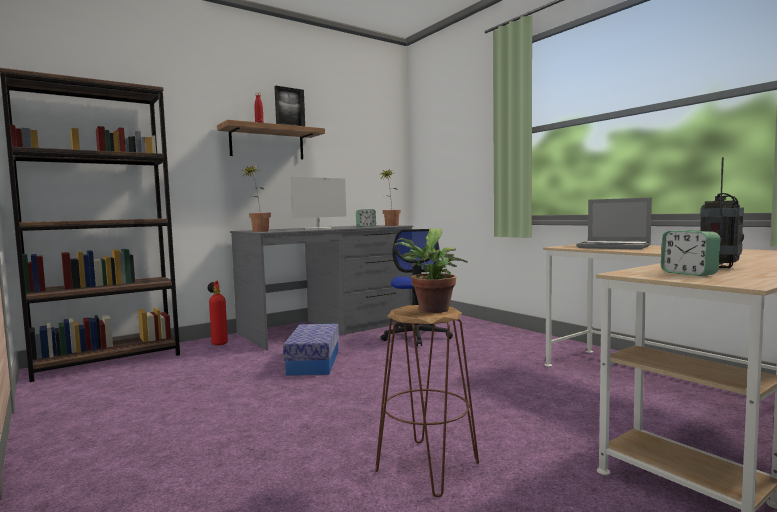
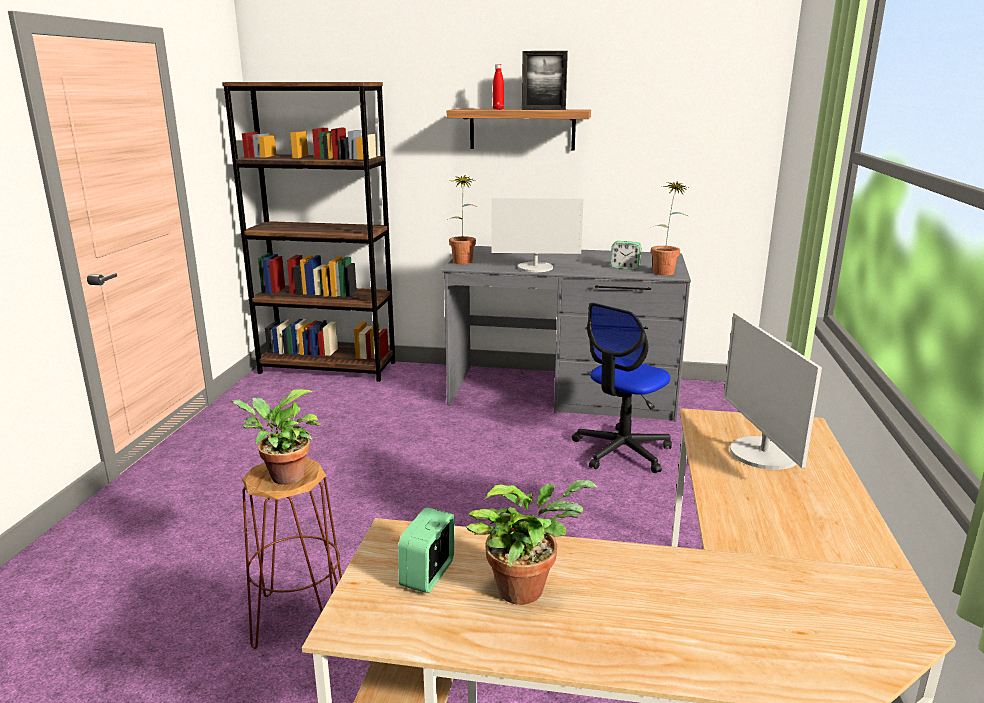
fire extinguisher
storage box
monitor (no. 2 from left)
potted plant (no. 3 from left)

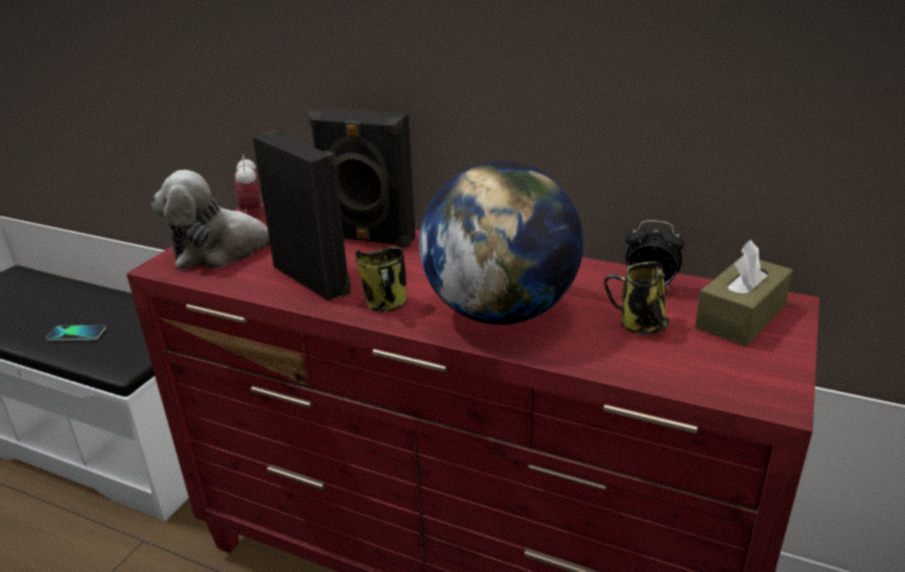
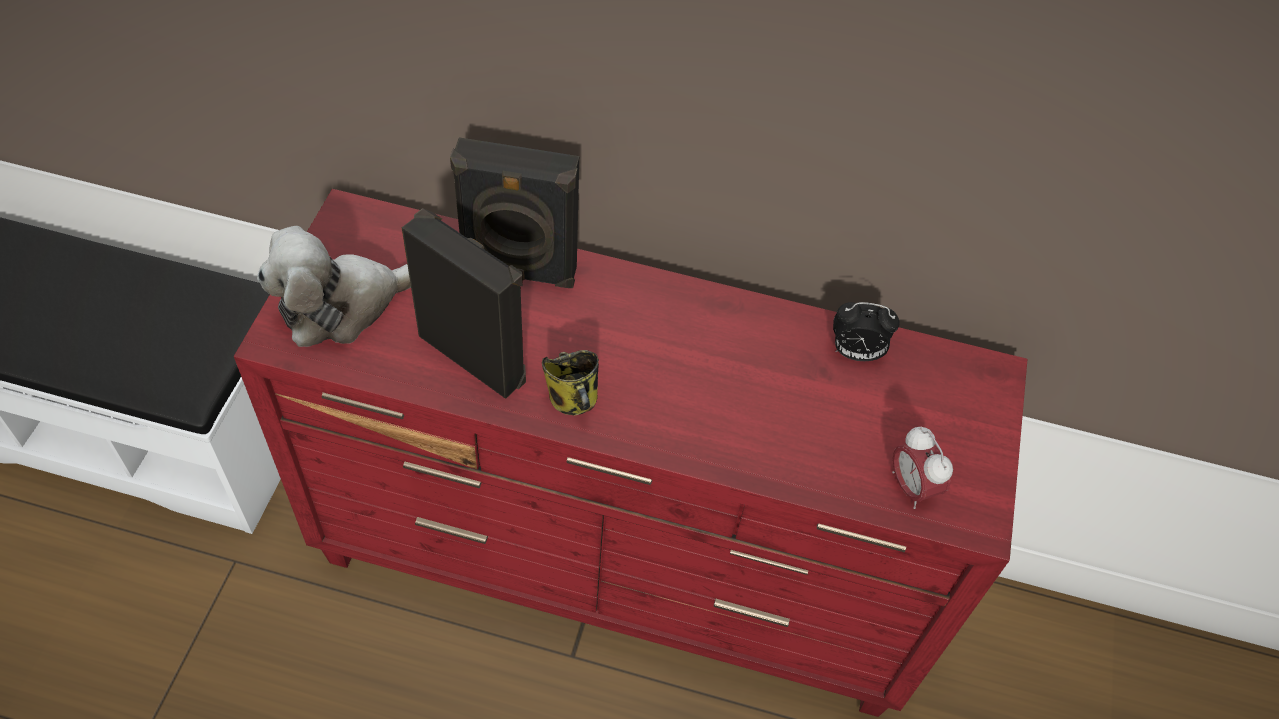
phone
globe
mug (no. 2 from left in the first image)
tissue box (brown)
alarm clock (no. 2 from left)

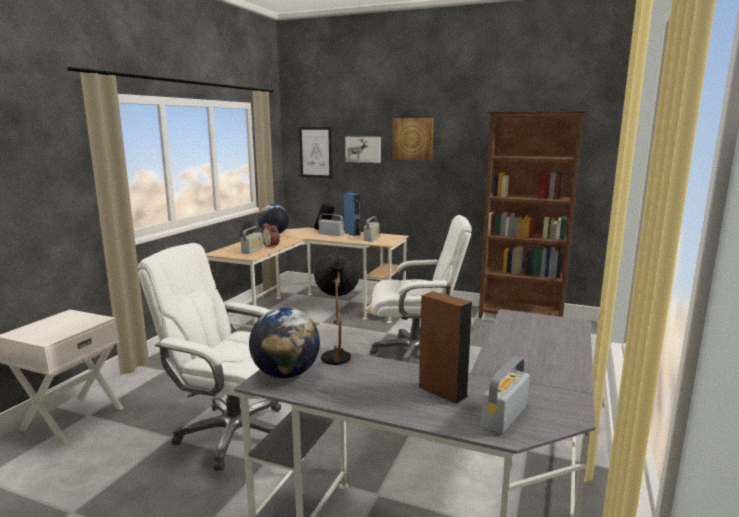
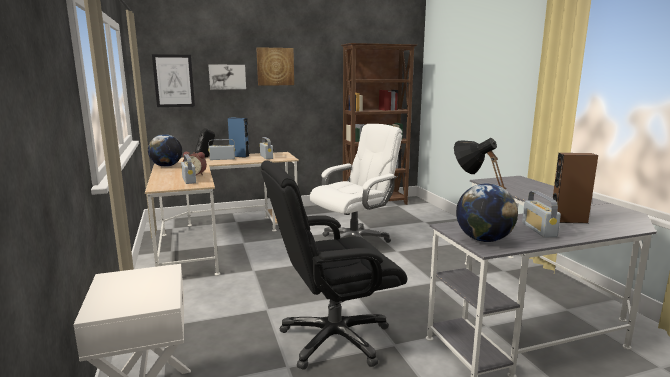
radio (no. 4 from left)
office chair (black)

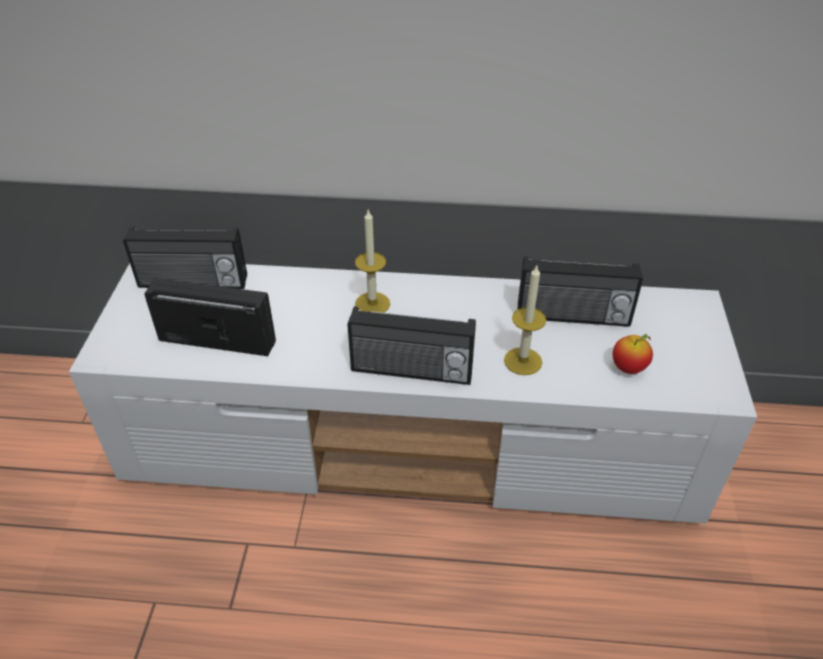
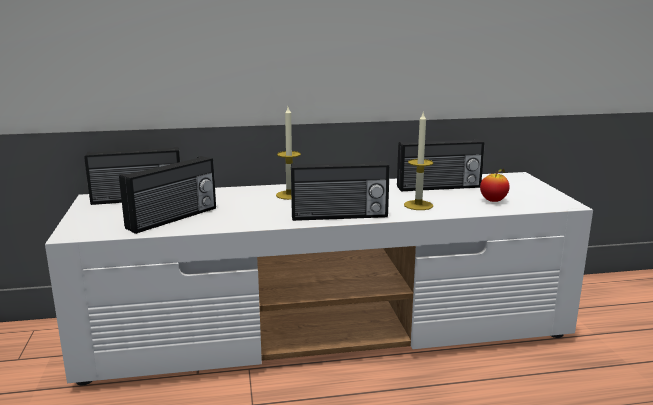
radio (no. 2 from left)

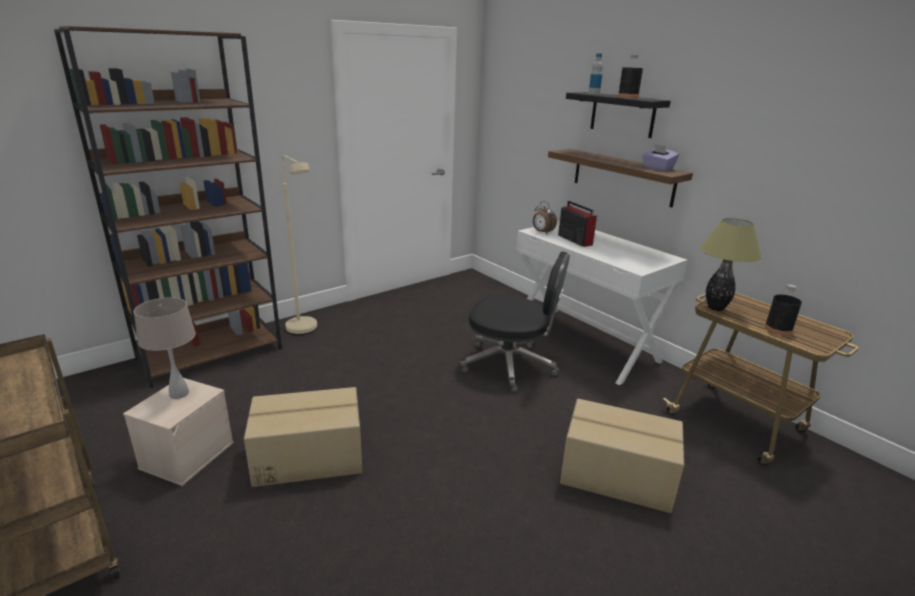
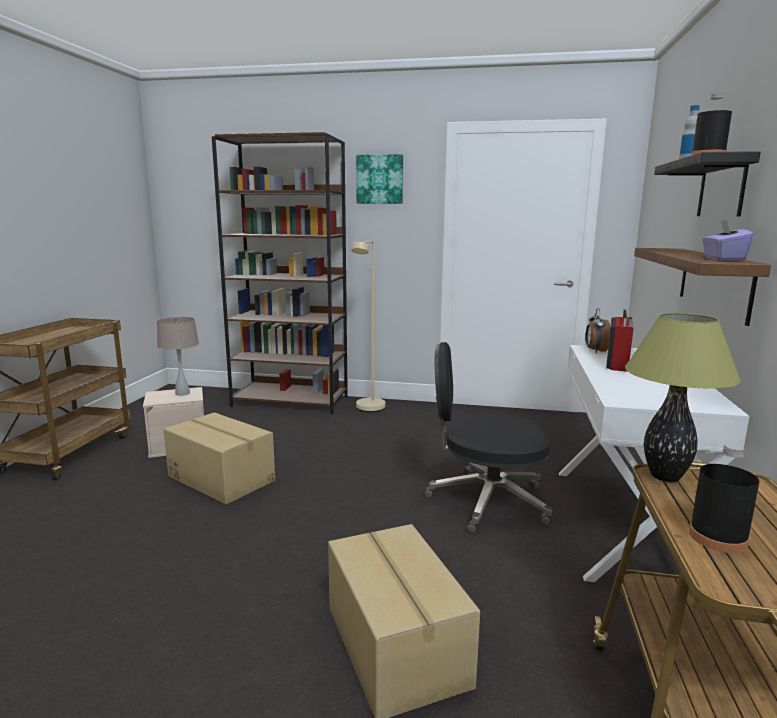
picture
office chair (black)

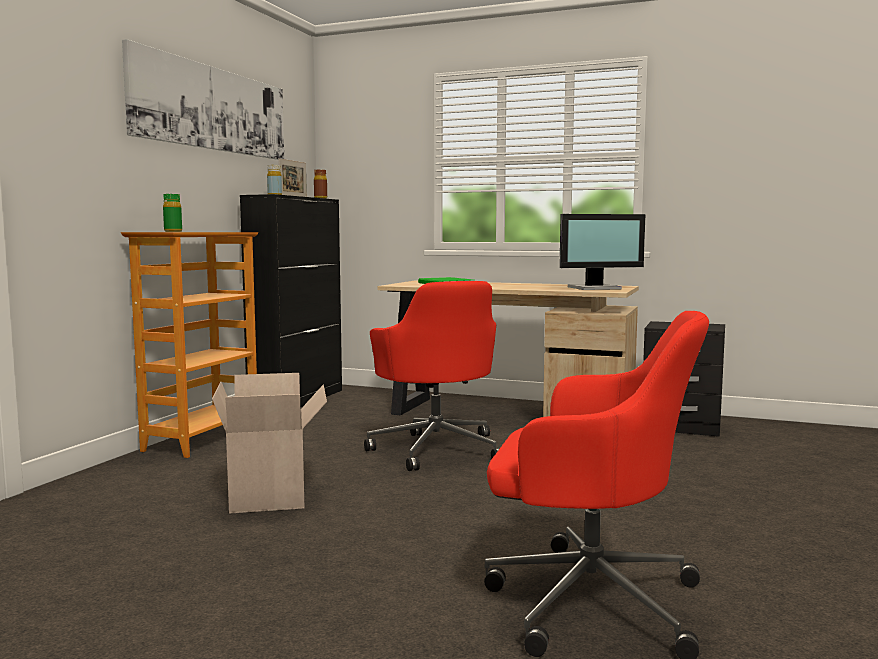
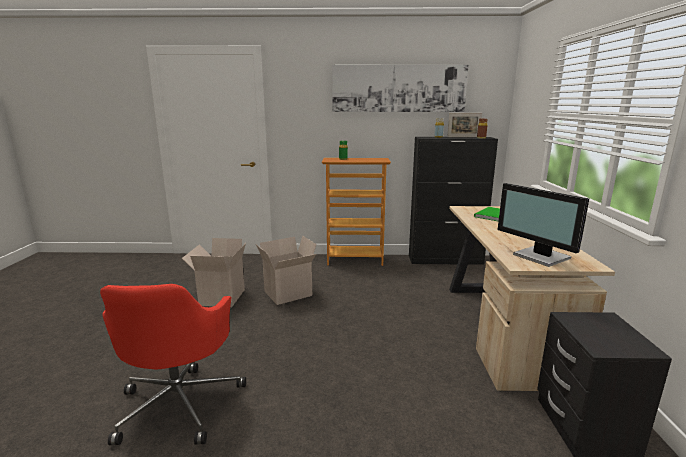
office chair (red) (no. 1 from left in the first image)
cardboard box (no. 1 from left)

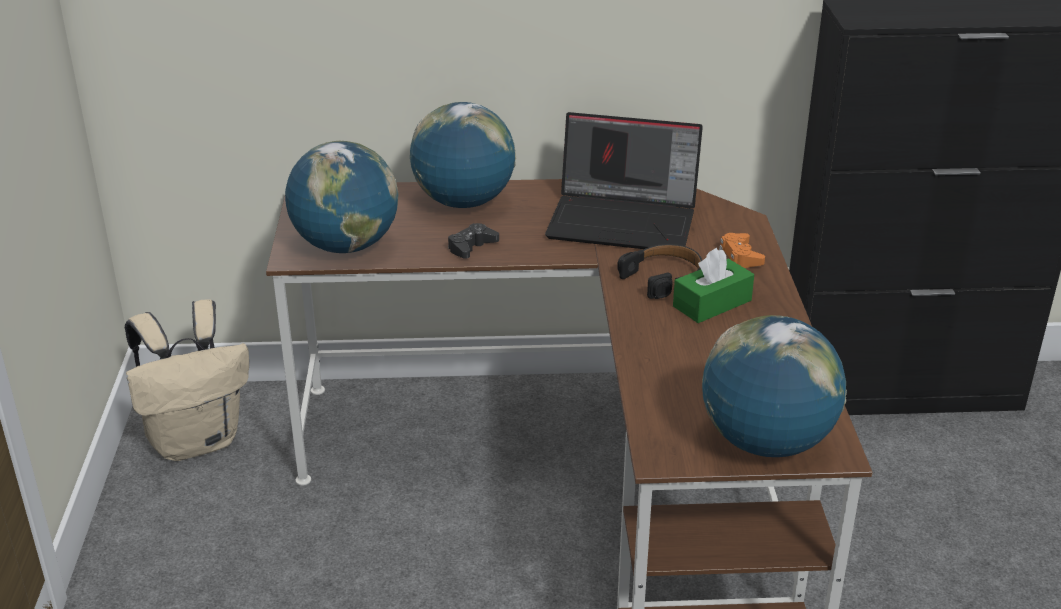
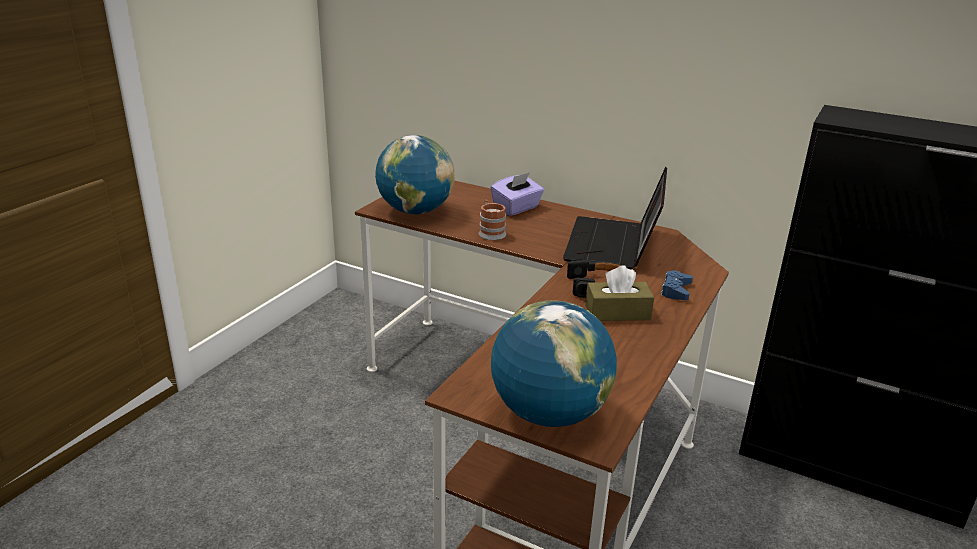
backpack (beige)
tissue box (purple)
mug
tissue box (brown)
game controller (blue)
laptop

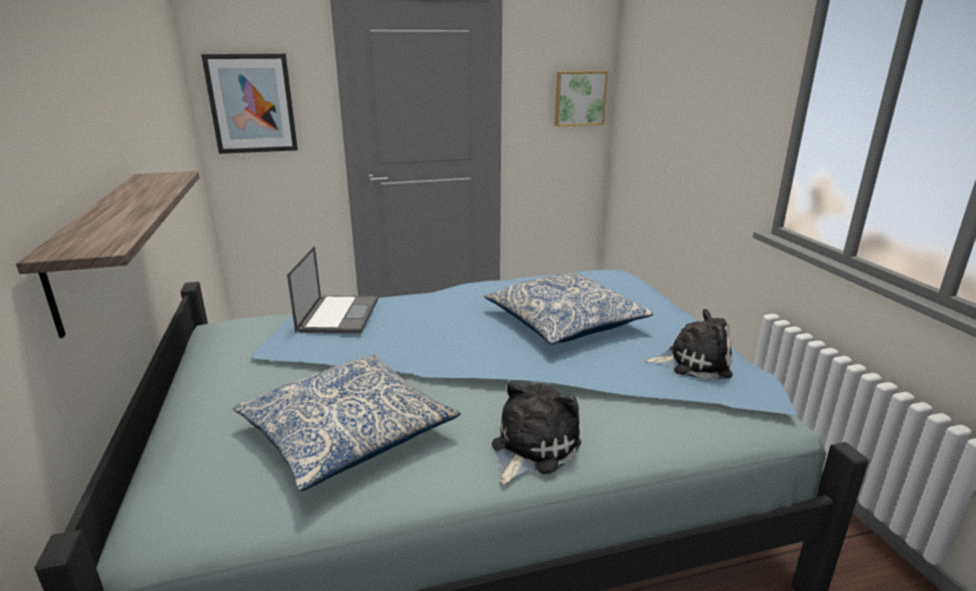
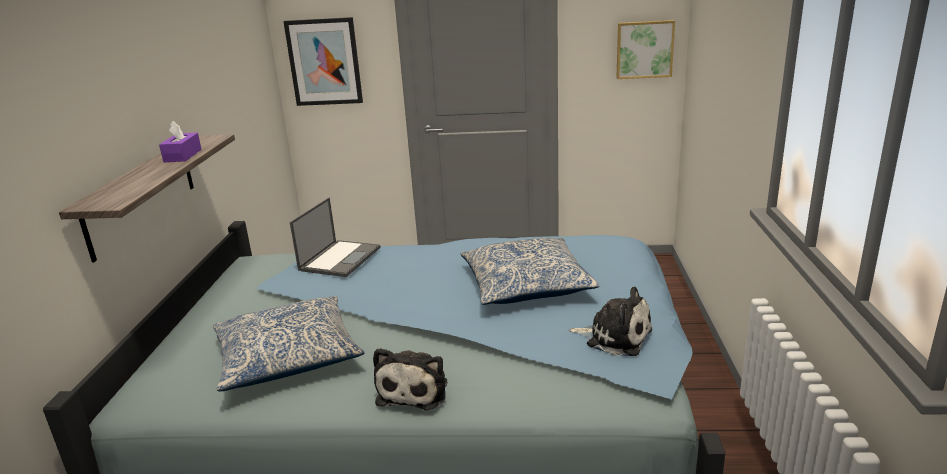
tissue box (purple)
plush toy (no. 1 from left)

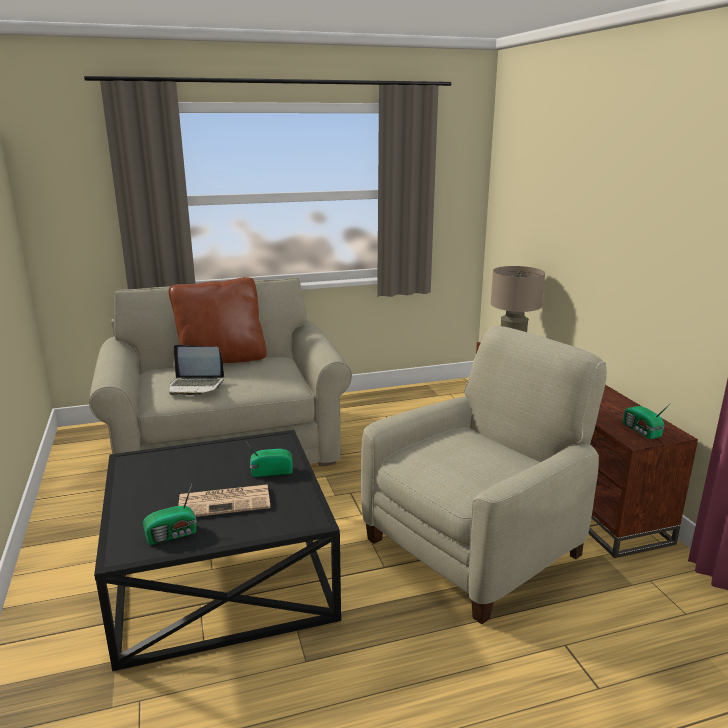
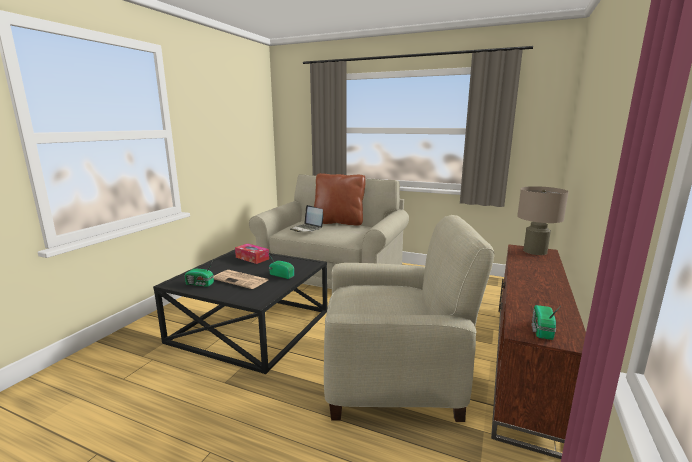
tissue box

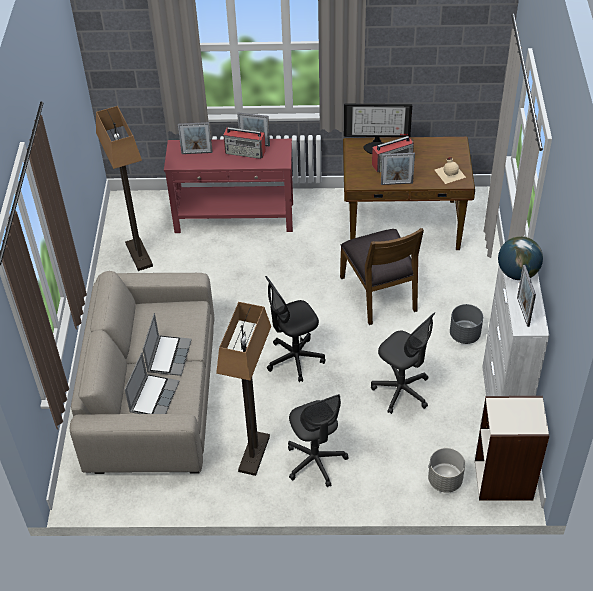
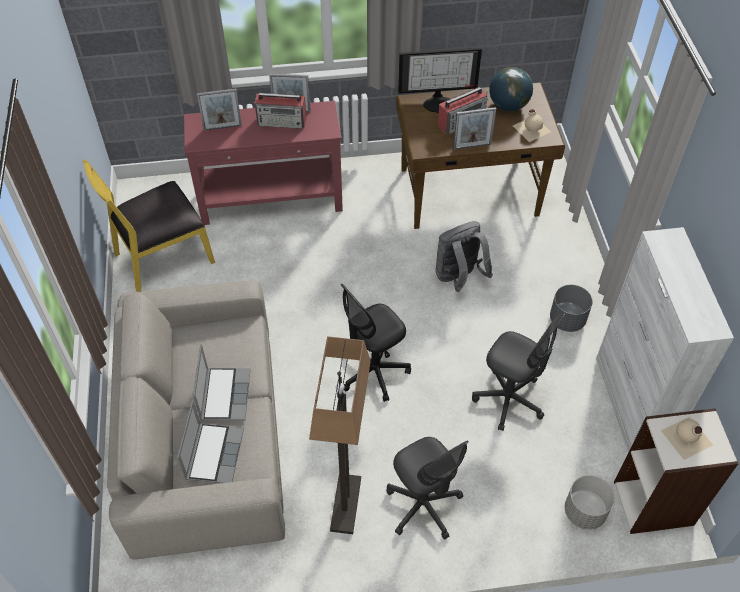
picture frame (no. 4 from left in the first image)
bottle (beige) (no. 2 from left)
globe
chair (yellow)
backpack (grey)

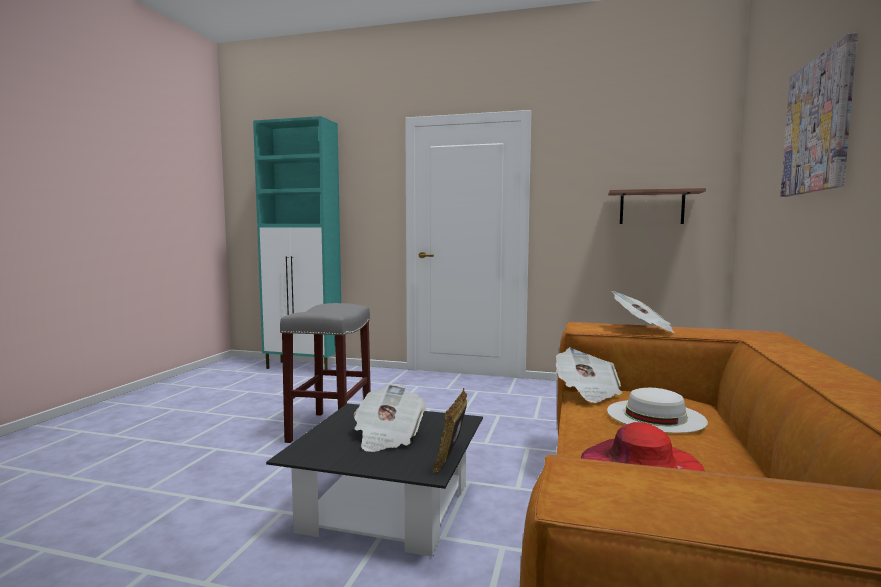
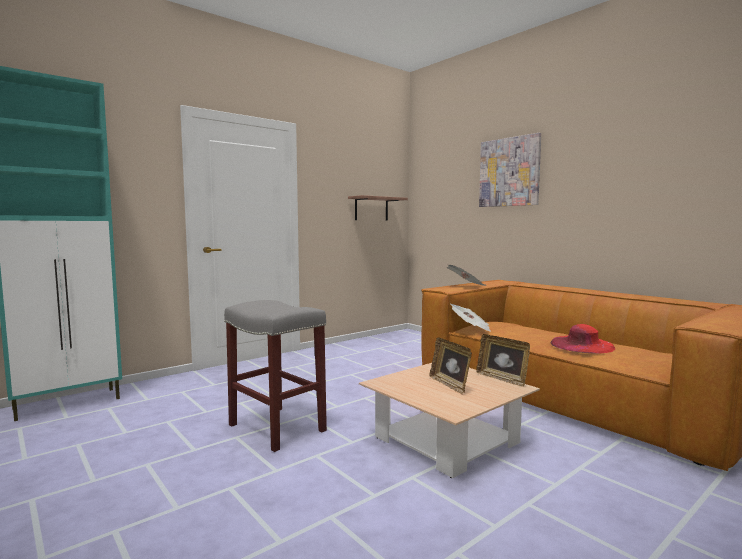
hat (white)
picture frame (no. 1 from left)
coffee table (beige)

